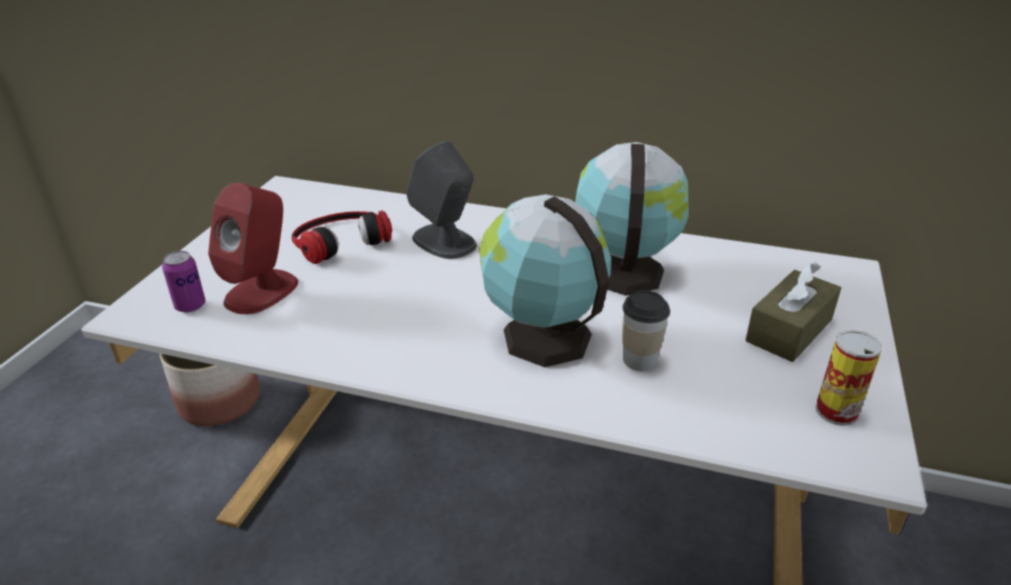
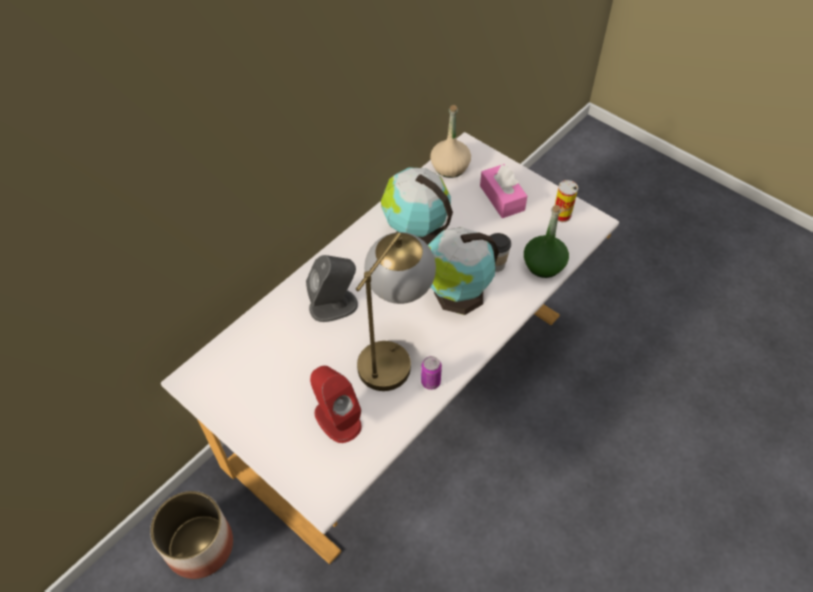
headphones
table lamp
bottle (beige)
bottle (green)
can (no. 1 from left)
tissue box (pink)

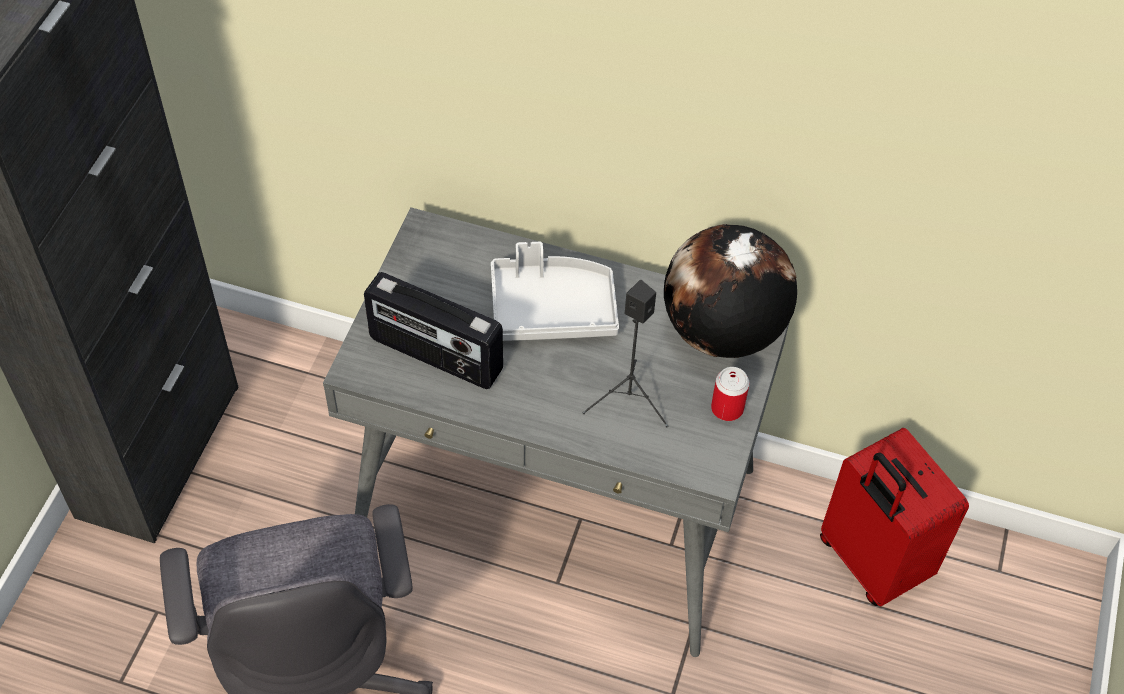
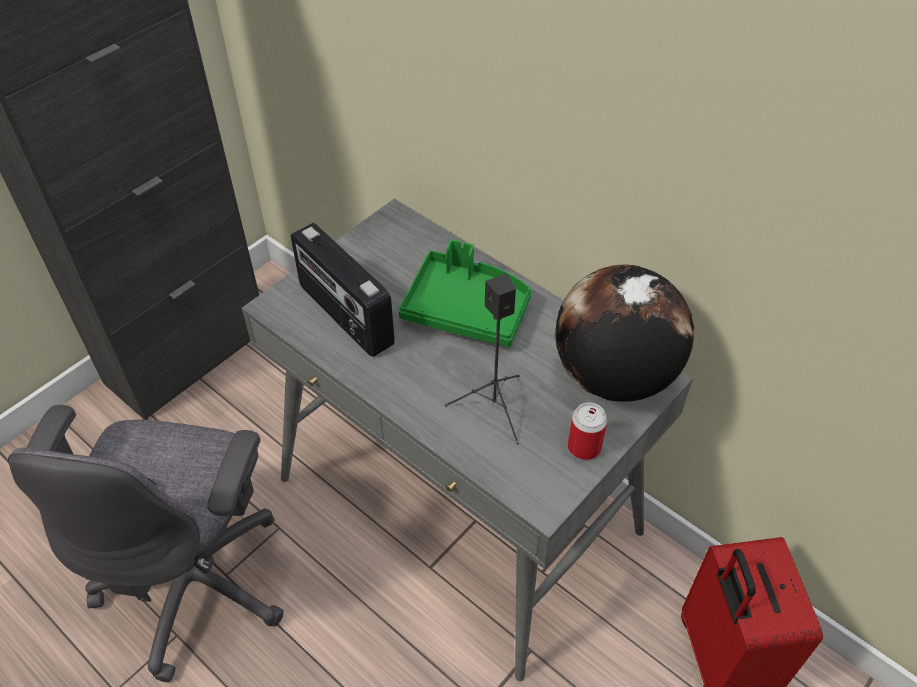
tray (green)

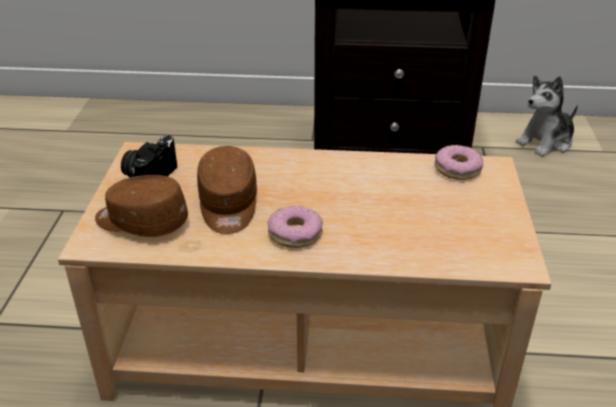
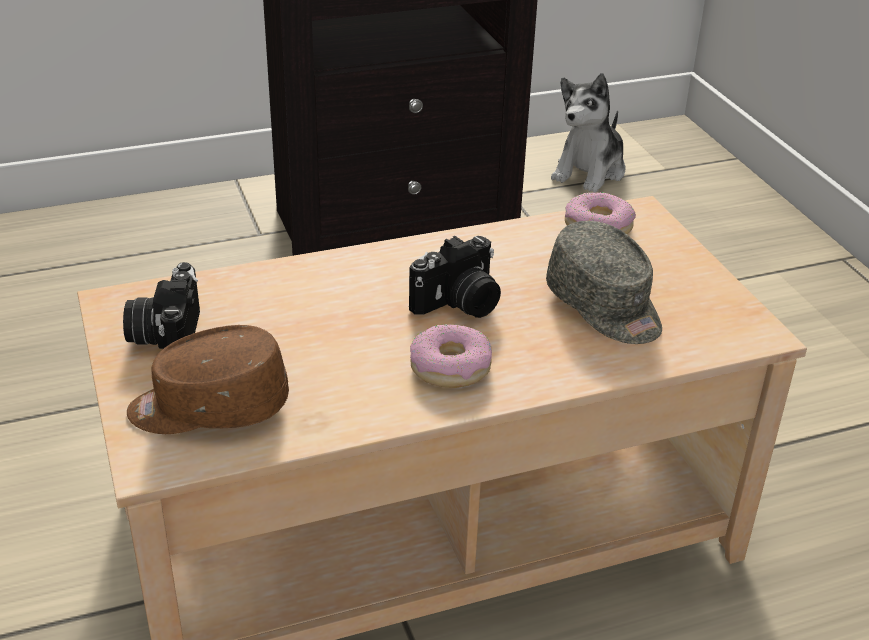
cap (brown) (no. 2 from left in the first image)
photo camera (no. 2 from left)
cap (grey)

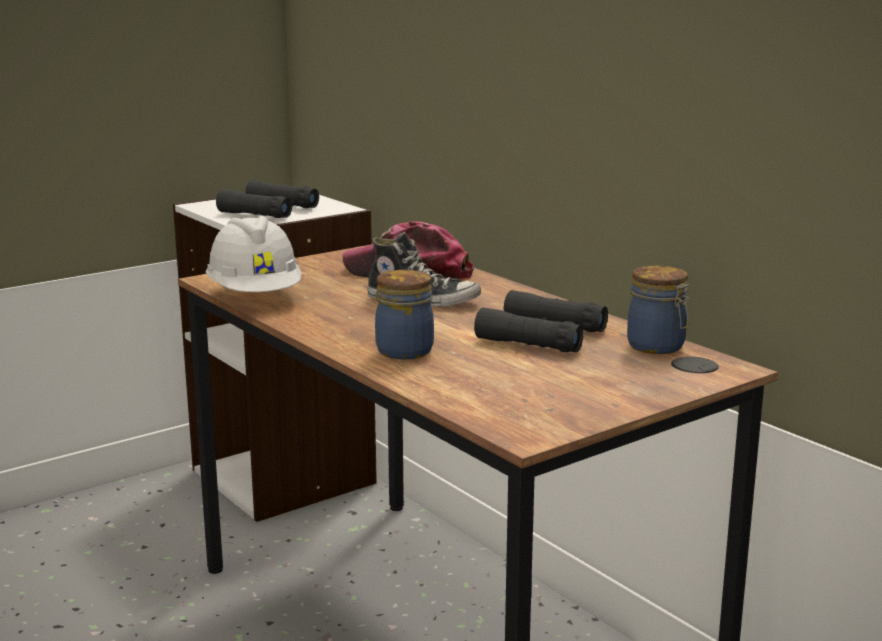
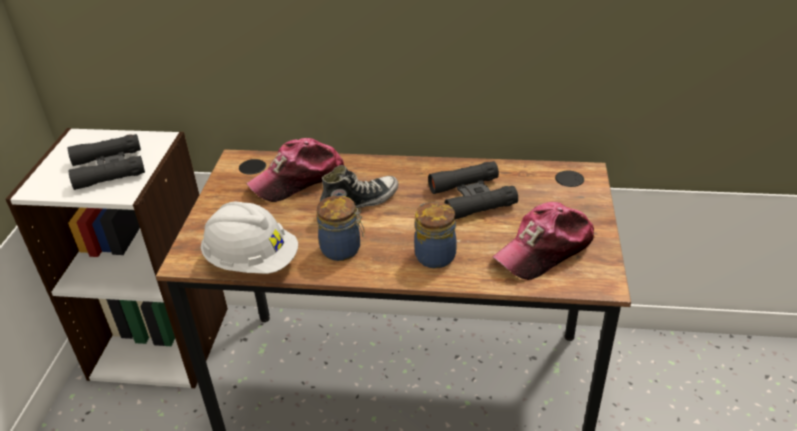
cap (no. 2 from left)
jar (no. 1 from left)

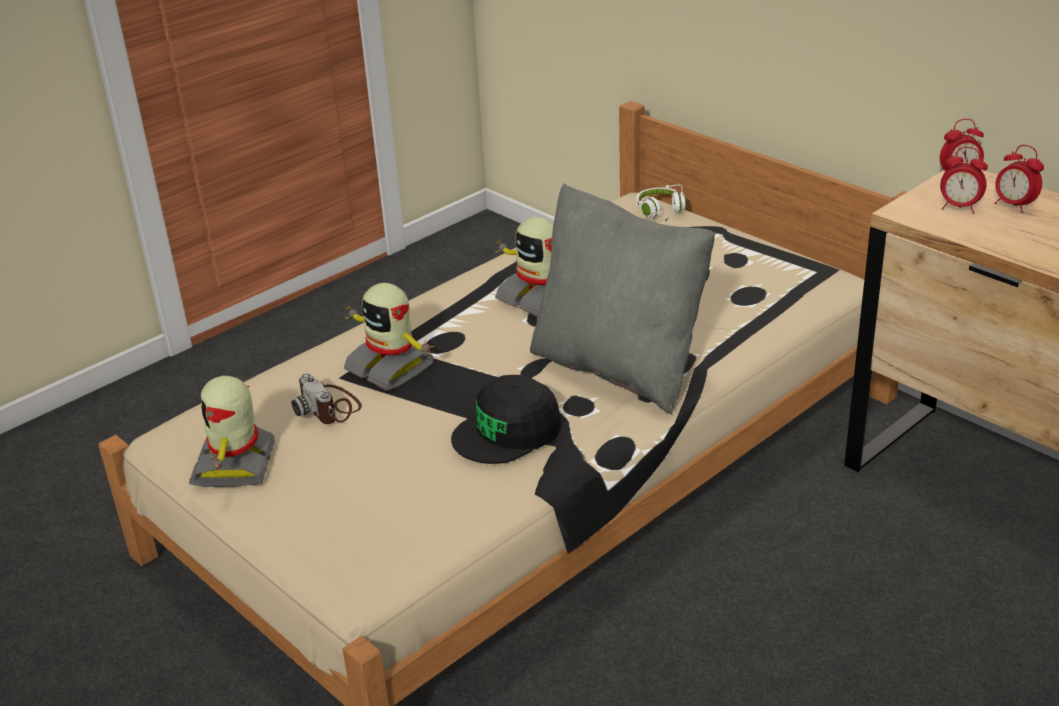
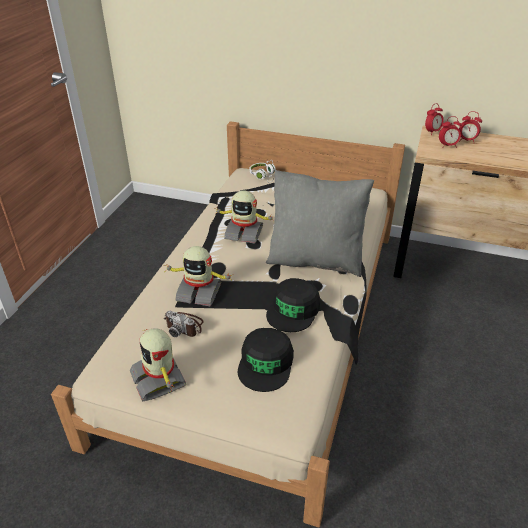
cap (black) (no. 1 from left)

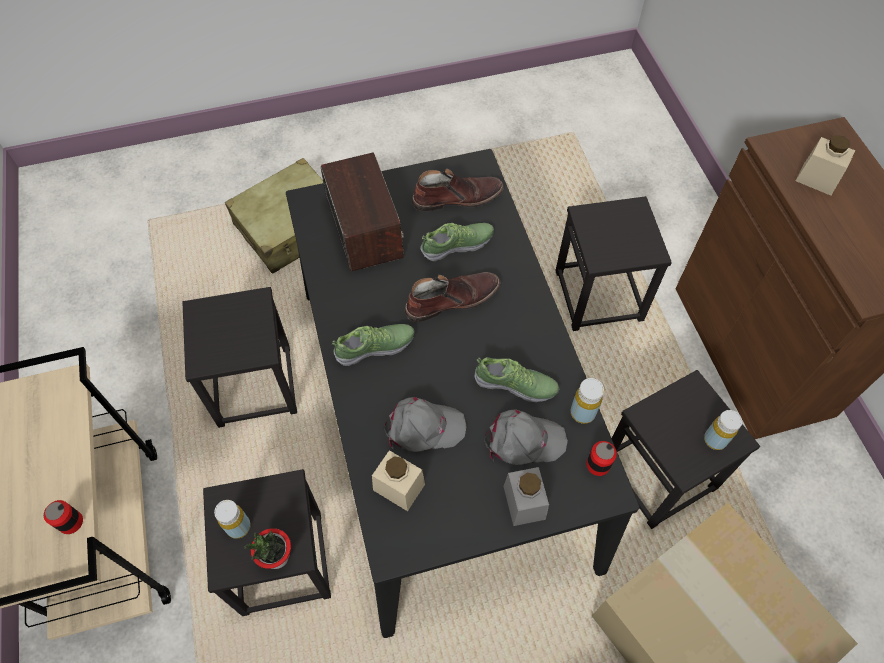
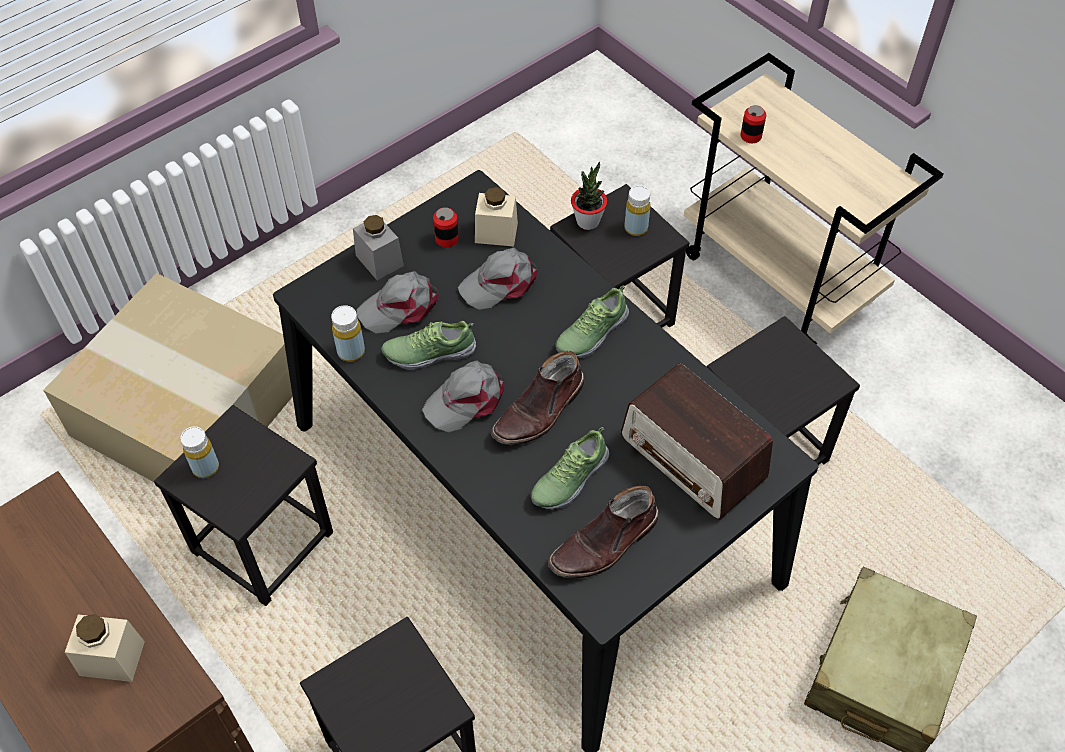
cap (grey) (no. 2 from left)
can (no. 1 from left)

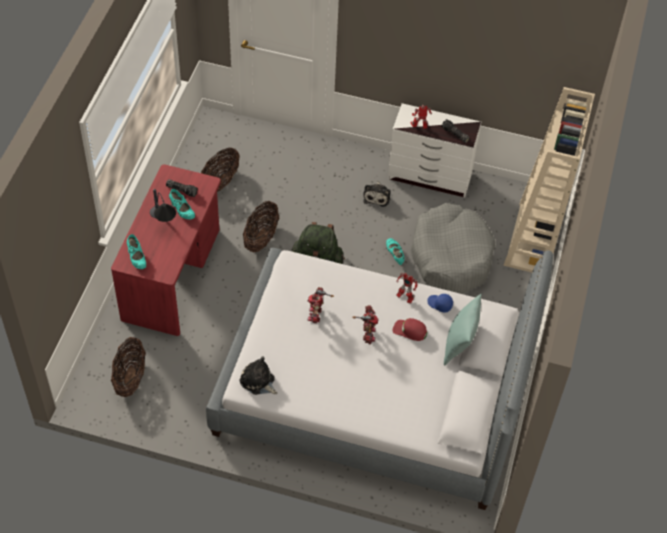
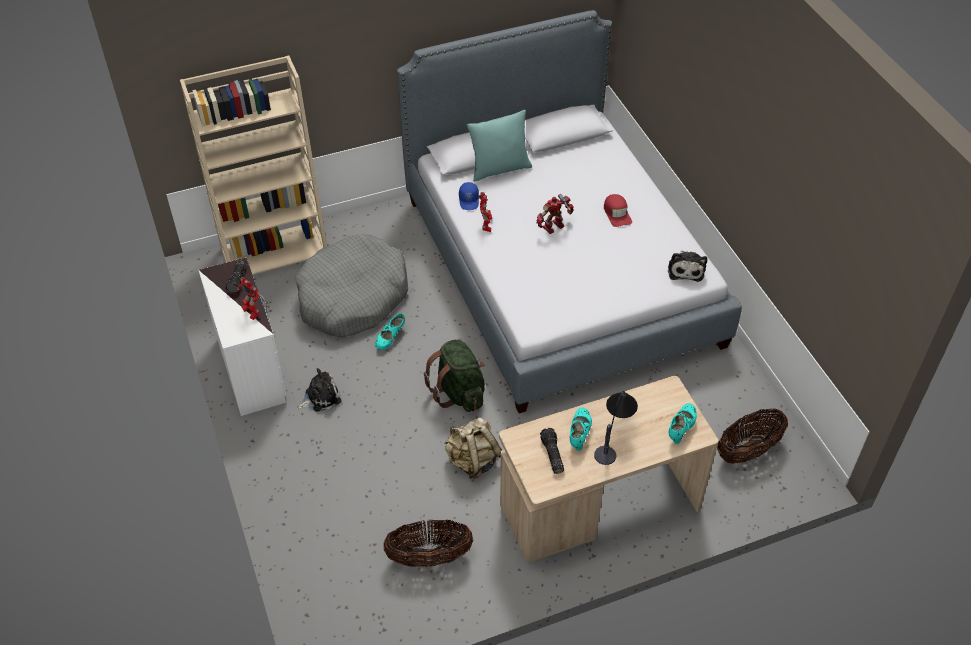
toy robot (no. 1 from left in the first image)
cap (red)
backpack (beige)
desk (beige)

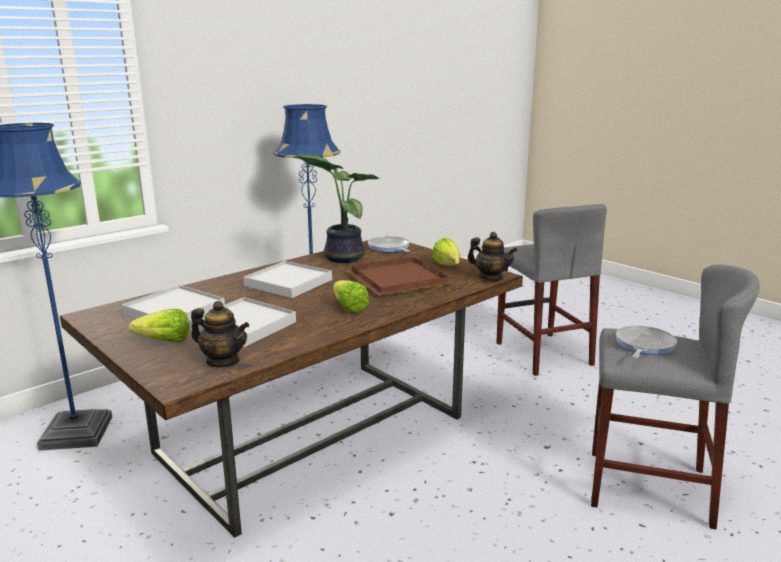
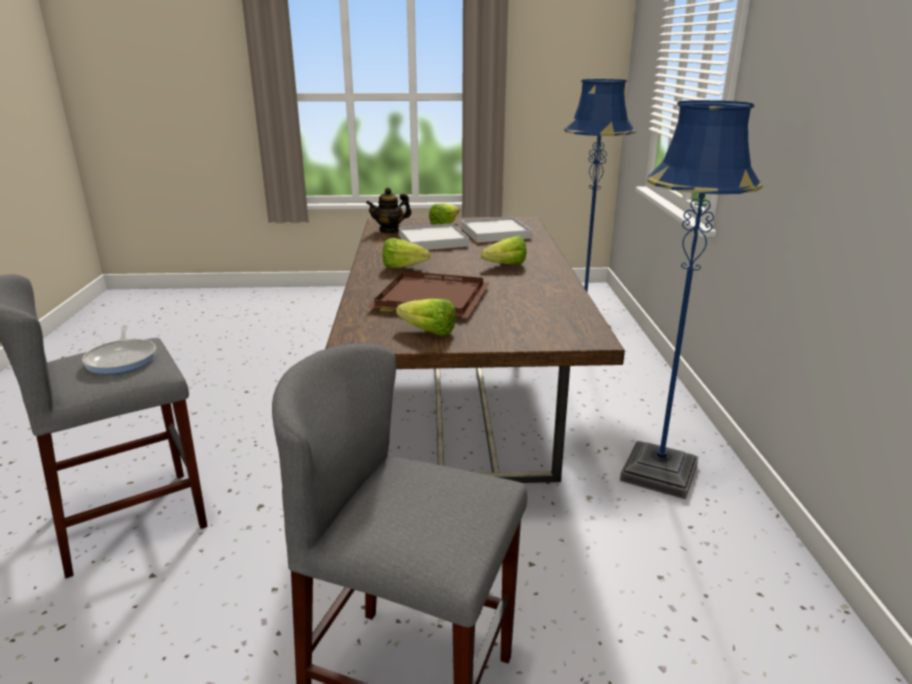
potted plant
frying pan (no. 1 from left in the first image)
teapot (no. 2 from left in the first image)
lettuce (no. 4 from left)

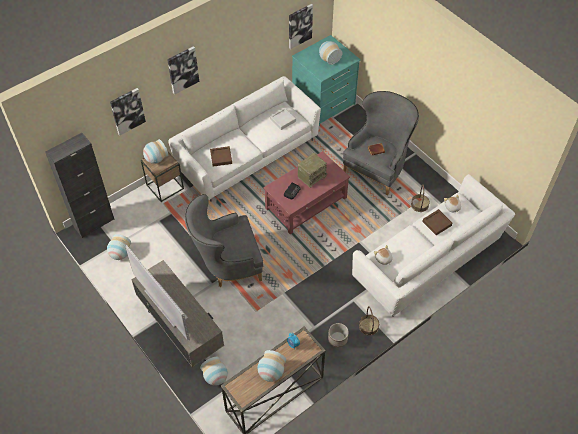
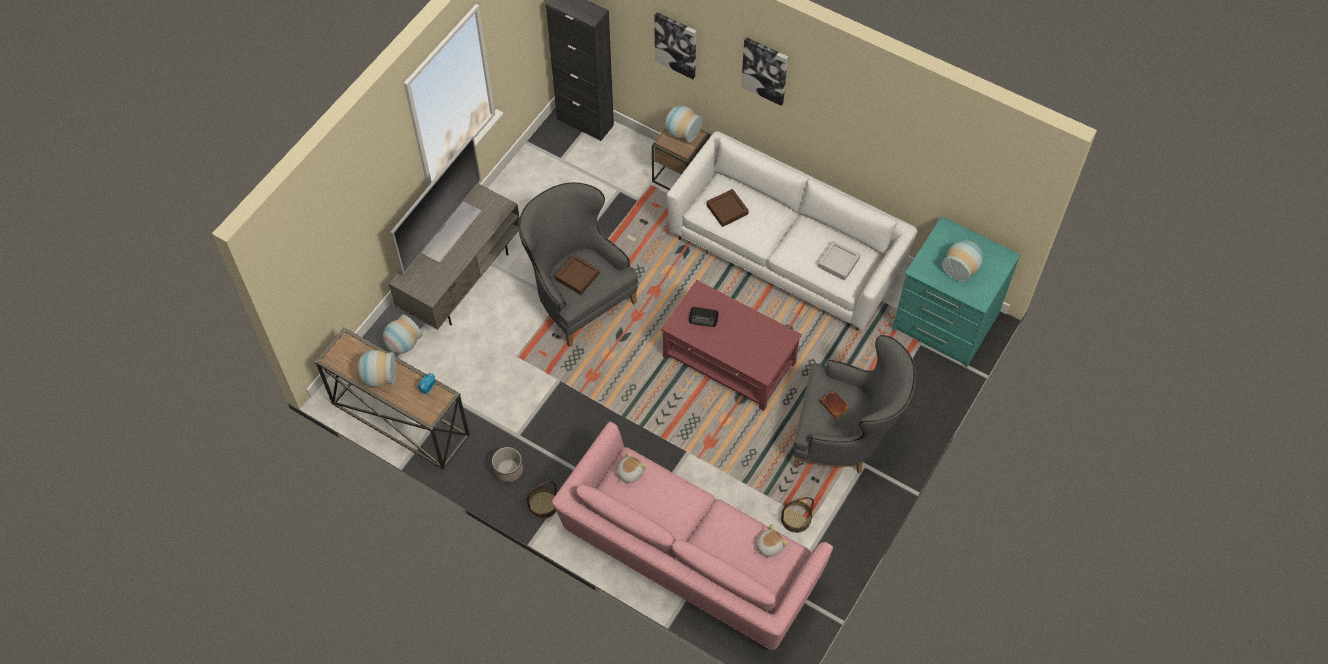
vase (no. 1 from left in the first image)
picture (no. 3 from left in the first image)
radio (no. 2 from left in the first image)
tray (brown) (no. 1 from left)
sofa (pink)

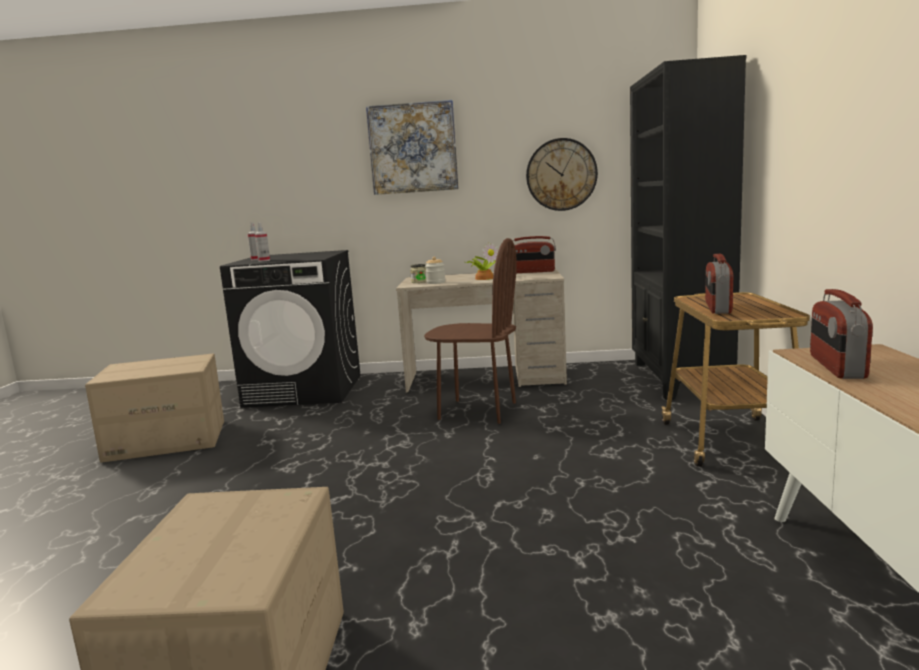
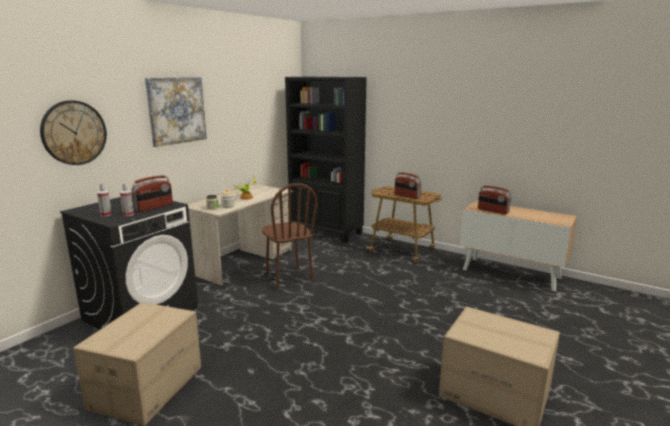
radio (no. 1 from left)
wall clock
chair (brown)

